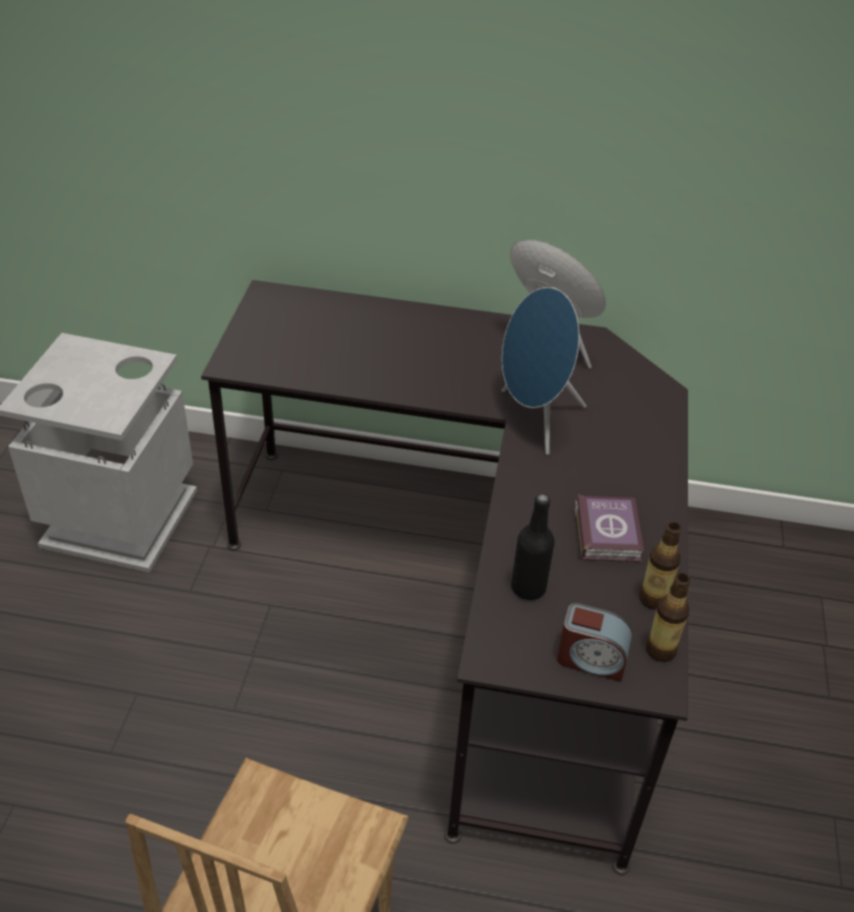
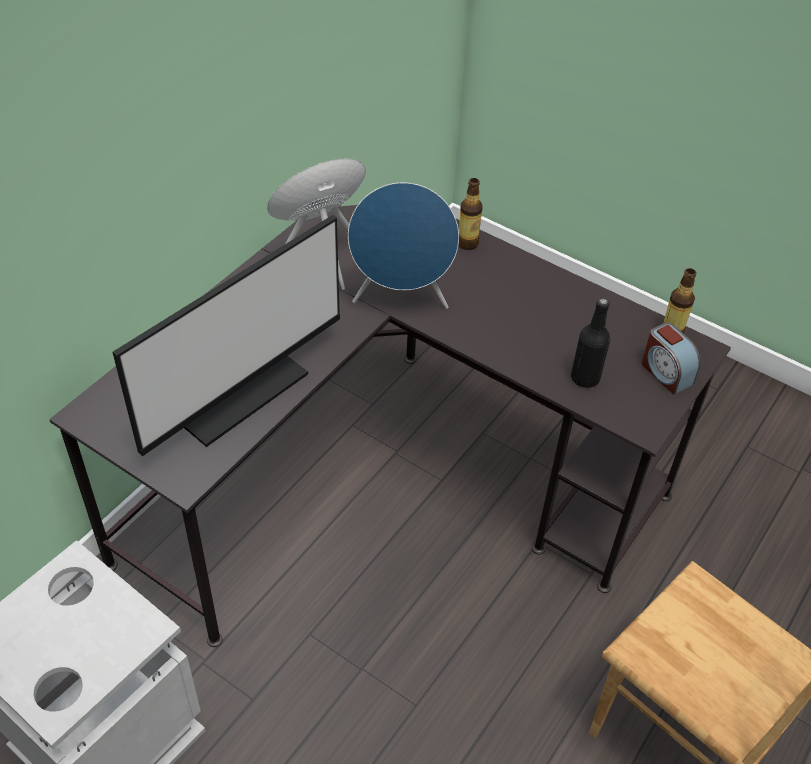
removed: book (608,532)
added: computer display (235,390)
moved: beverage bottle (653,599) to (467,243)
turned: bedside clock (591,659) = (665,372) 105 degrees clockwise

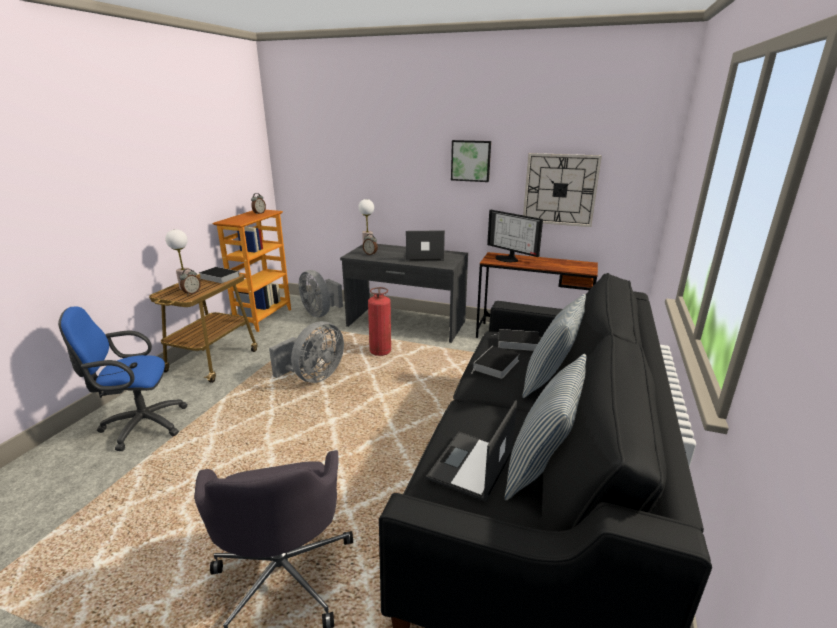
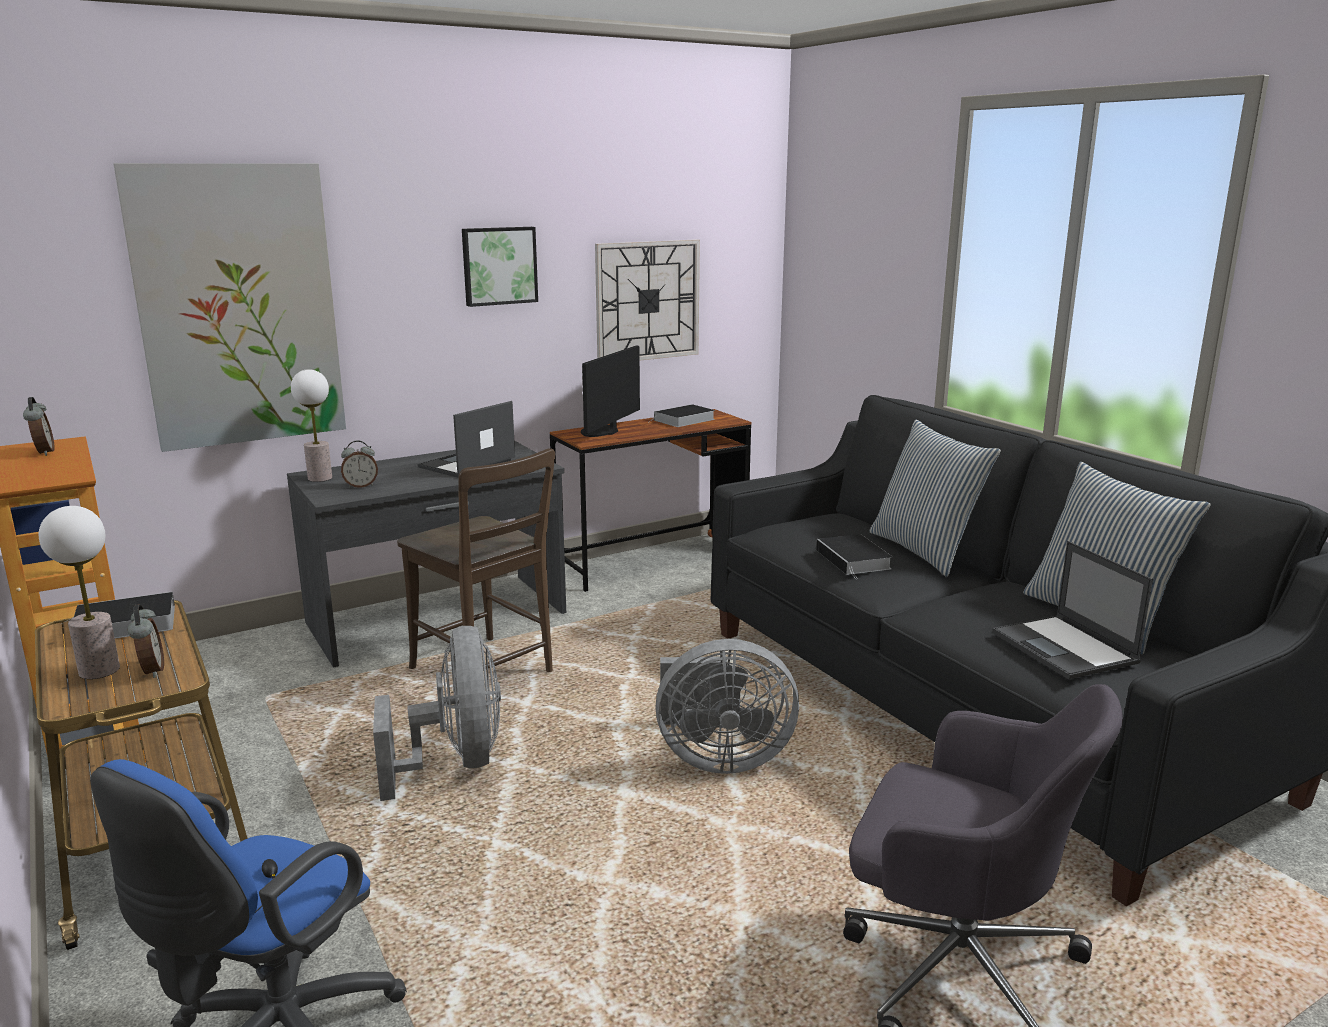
added: picture (238,306)
moved: gray cooling fan (320,313) to (719,758); book (516,343) to (683,420)
replaced: fire extinguisher (380,352) to brown upright chair (486,673)
turned: computer display (508,258) = (602,432) 120 degrees clockwise

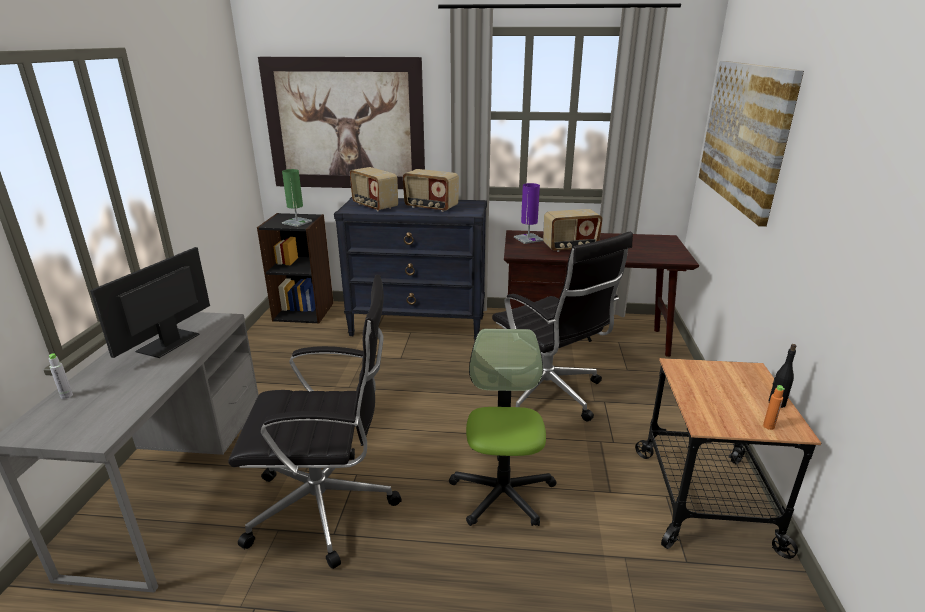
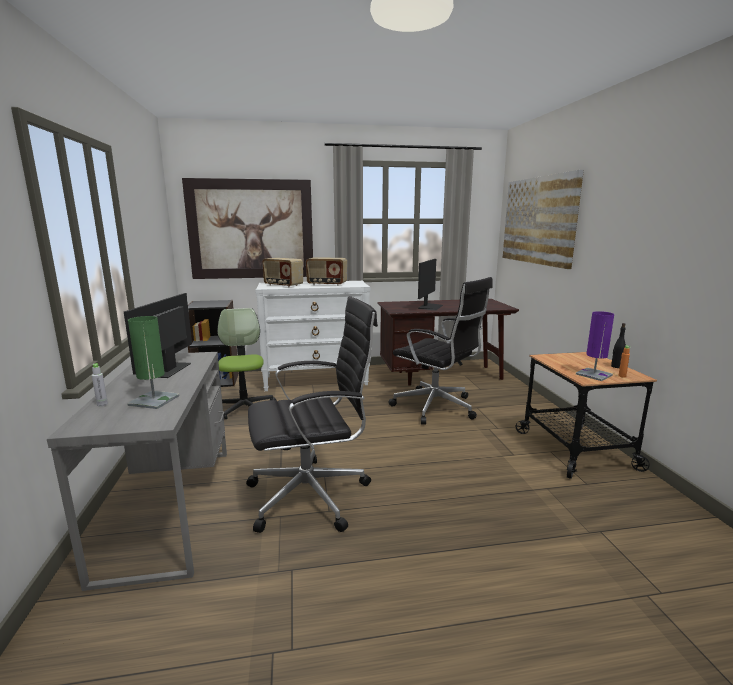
moved: green lamp for a table (297,222) to (154,400); purple-coloured lamp for a table (528,239) to (594,375); office chair (502,493) to (244,408)
replaced: radio receiver (570,247) to computer display (430,307)
recoloured: black-coloured dresser (418,326) to white dresser (316,380)

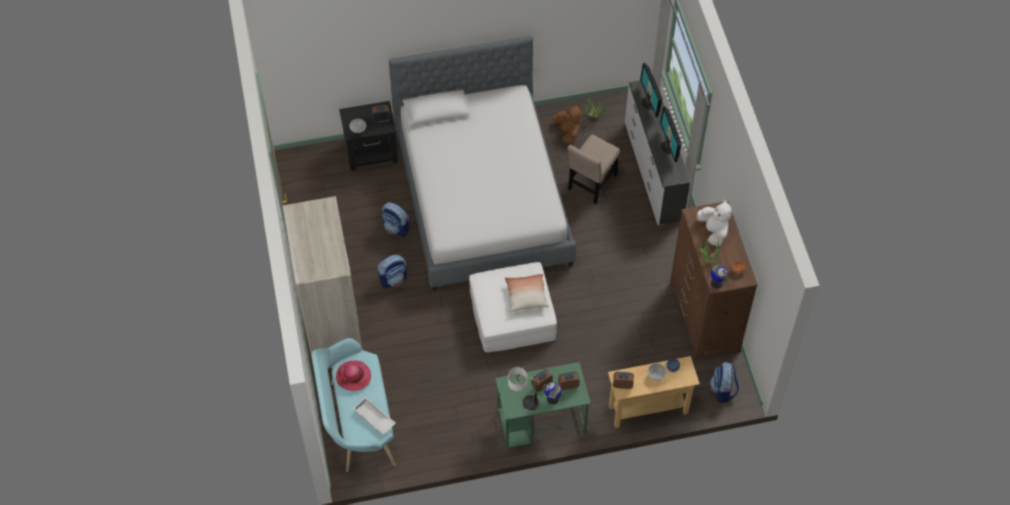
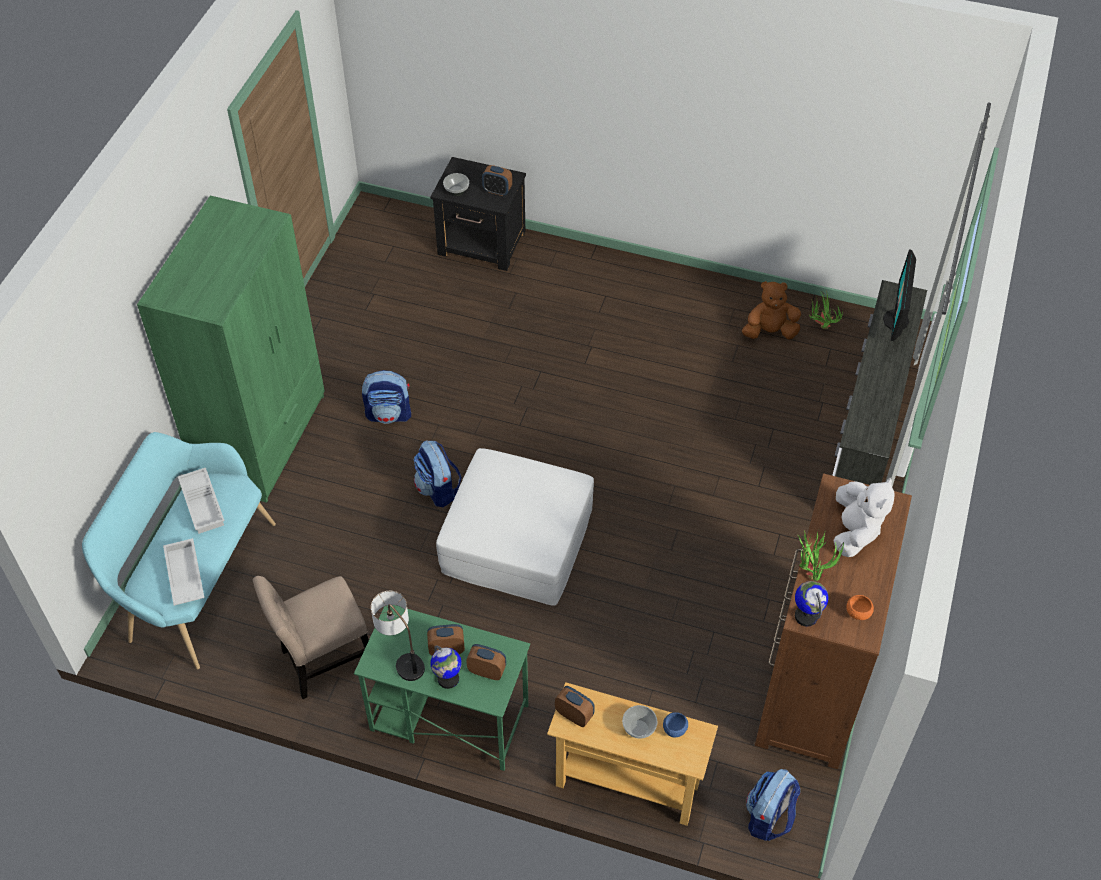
removed: bed (482,197); computer display (669,147); pillow (526,296)
moved: beige upright chair (591,184) to (324,661); backpack (396,228) to (438,489)
replaced: hat (353,376) to white carrying tray (203,504)
recoloured: beige armoire (332,327) to green armoire (262,438)
turned: brown cuddly toy (567,132) = (769,332) 105 degrees counterclockwise

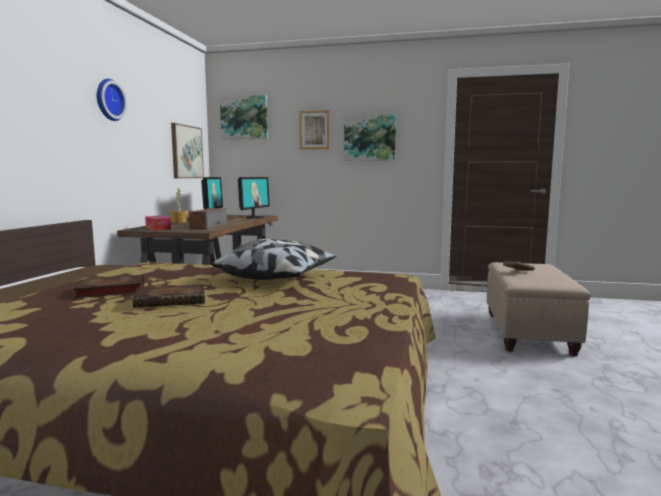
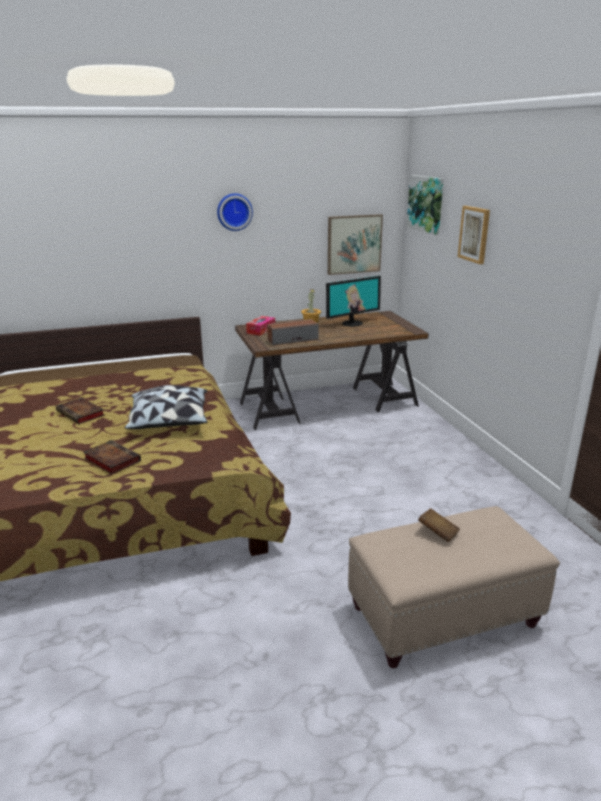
removed: picture (370,138); computer display (254,217)
moved: book (109,291) to (111,460)

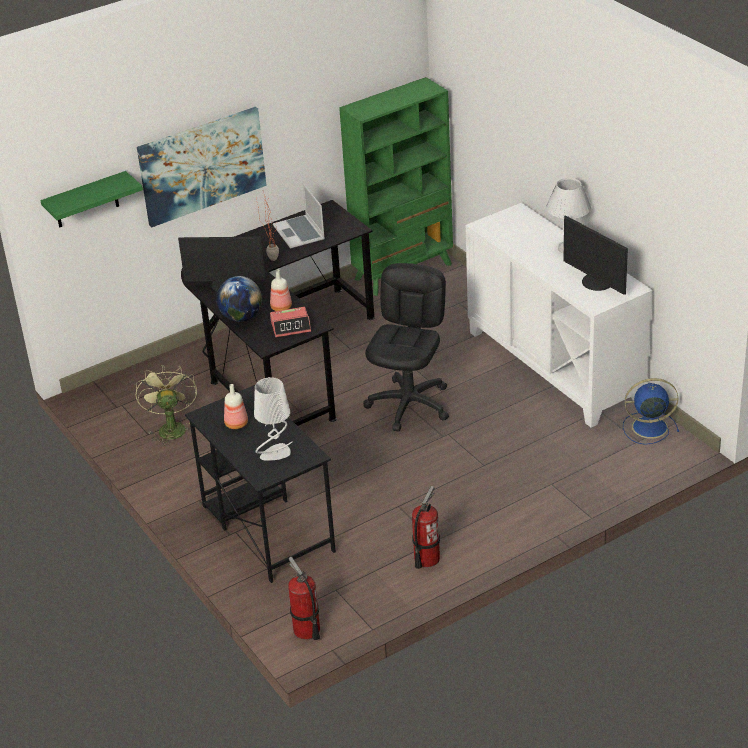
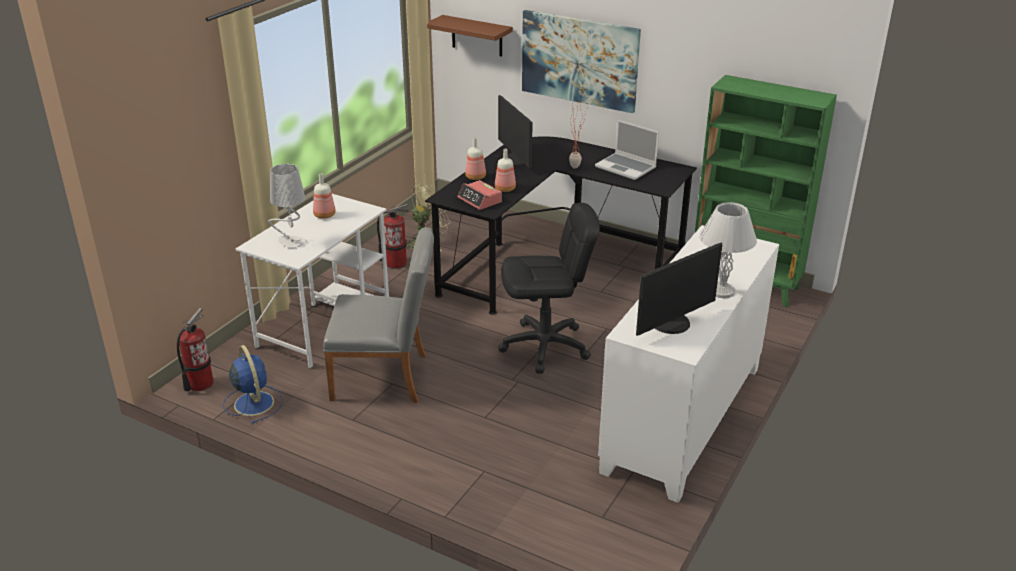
added: gray upright chair (387,377)
moved: blue cooling fan (648,427) to (253,402); fire extinguisher (426,559) to (395,263)
replaced: desk globe (241,317) to beverage bottle (476,177)
recoloured: green wall shelf (86,200) to brown wall shelf (477,36); black-coloured desk unit (267,528) to white desk unit (325,324)
turned: laptop (300,233) = (626,167) 90 degrees counterclockwise; computer display (596,283) = (672,324) 150 degrees counterclockwise

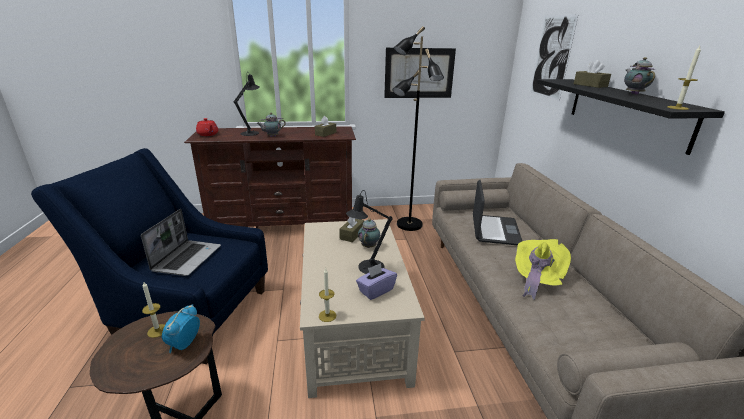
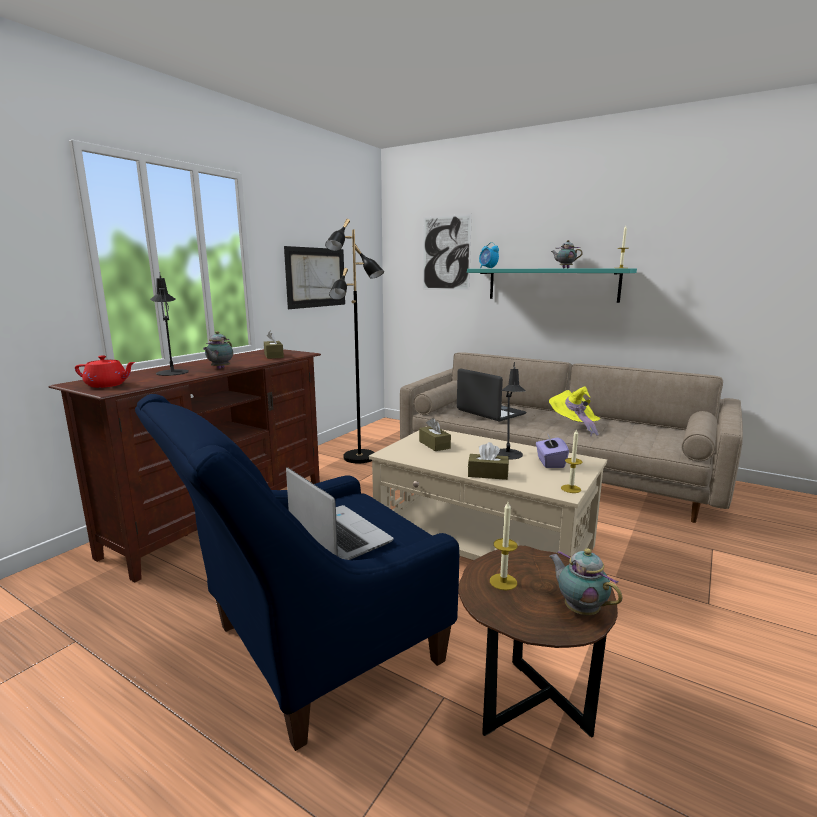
moved: brown box of tissues (590,85) to (488,474); tea pot (369,246) to (579,609); bedside clock (184,344) to (488,268)
recoloured: black-coloured wall shelf (625,111) to blue-green wall shelf (551,284)

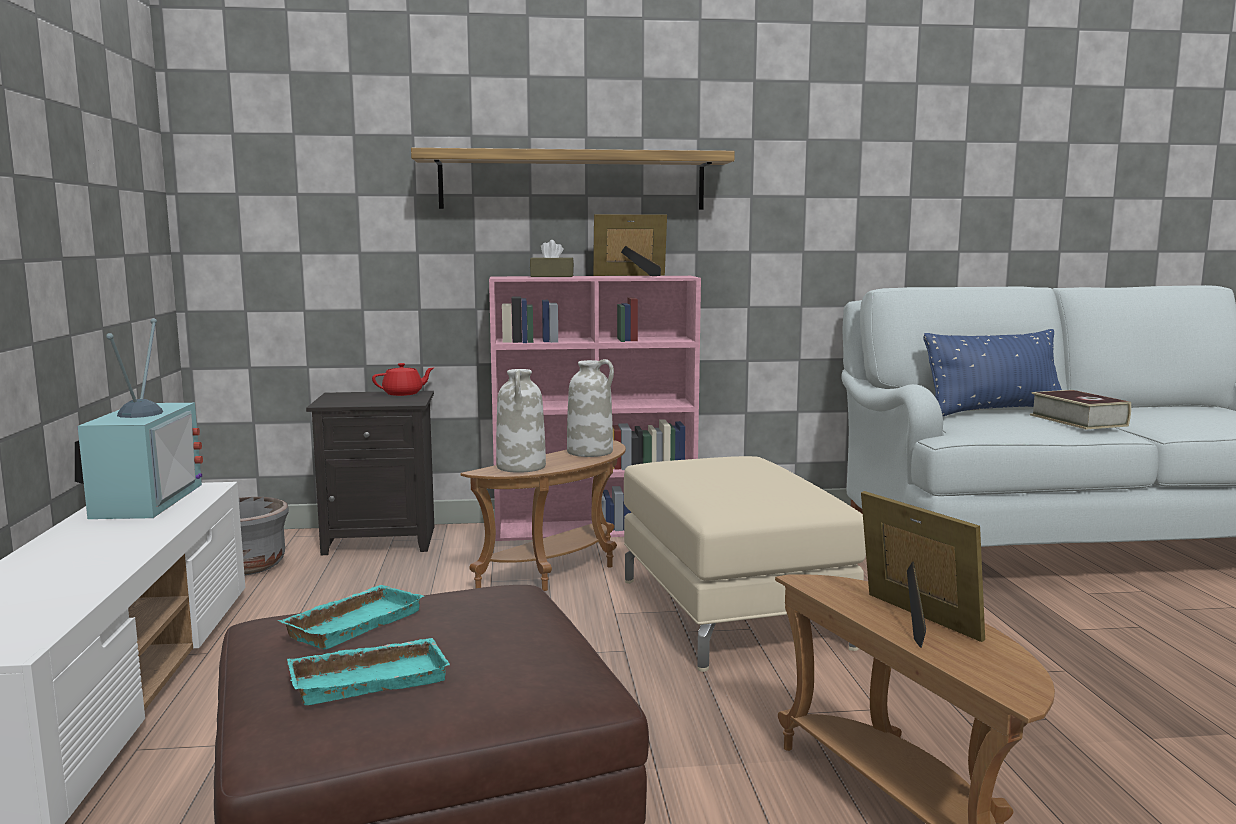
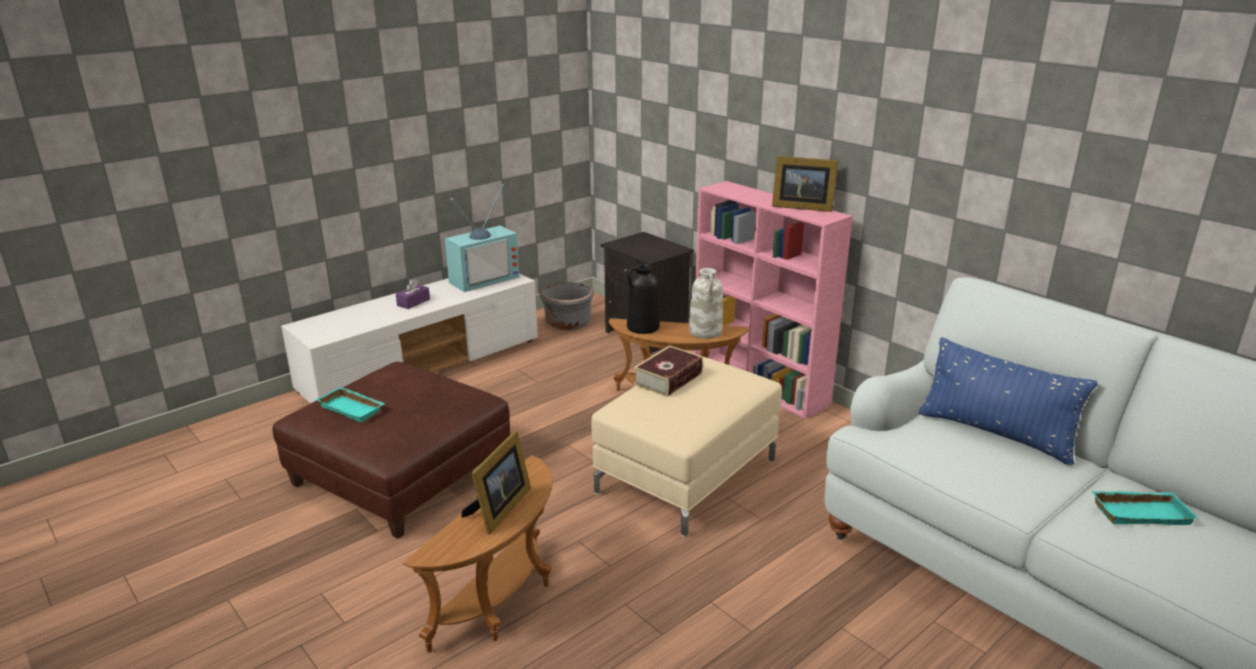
removed: wall shelf (572,181); brown box of tissues (552,276); reddish tea pot (403,394)
added: purple-coloured box of tissues (413,302)
moved: book (1078,420) to (668,379); blue-green carrying tray (353,623) to (1140,512)
recoloured: white decorative vase (521,467) to black-coloured decorative vase (643,327)
turned: picture frame (632,276) = (800,206) 150 degrees clockwise

